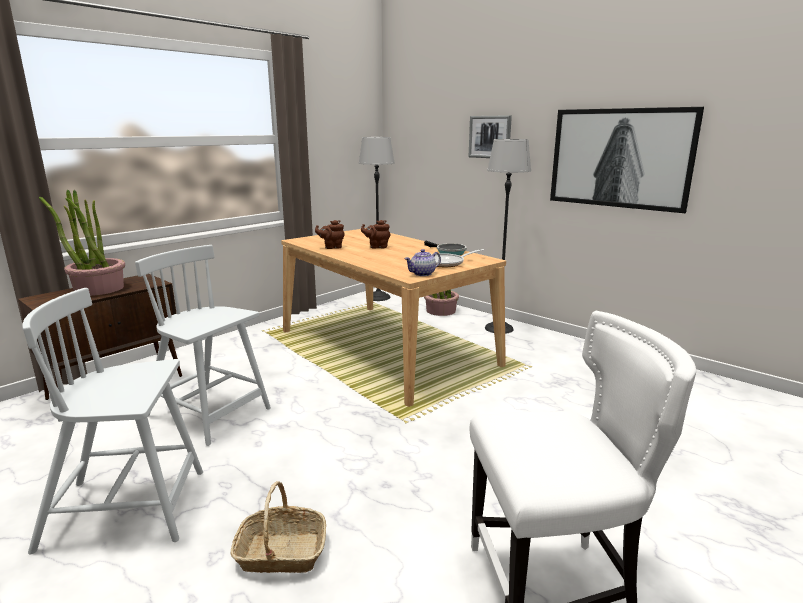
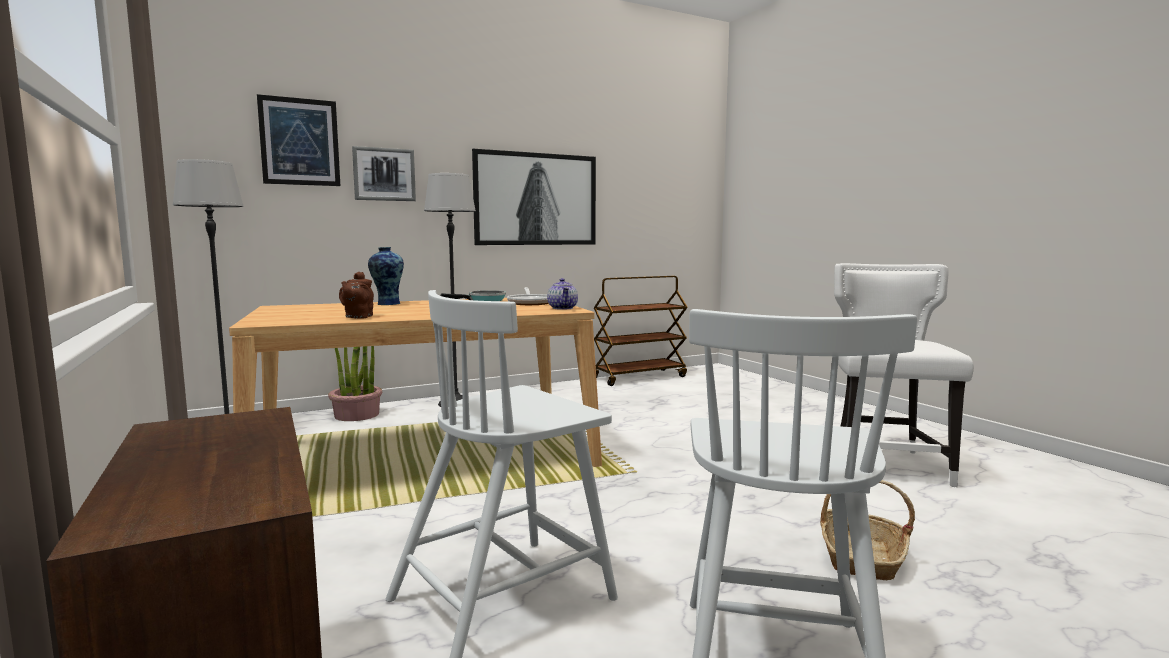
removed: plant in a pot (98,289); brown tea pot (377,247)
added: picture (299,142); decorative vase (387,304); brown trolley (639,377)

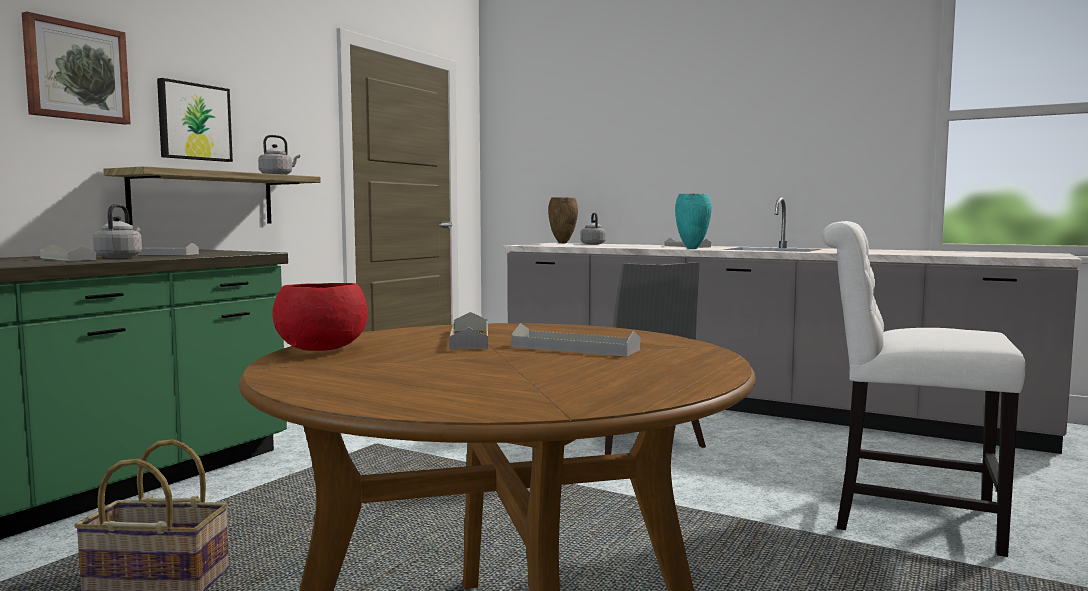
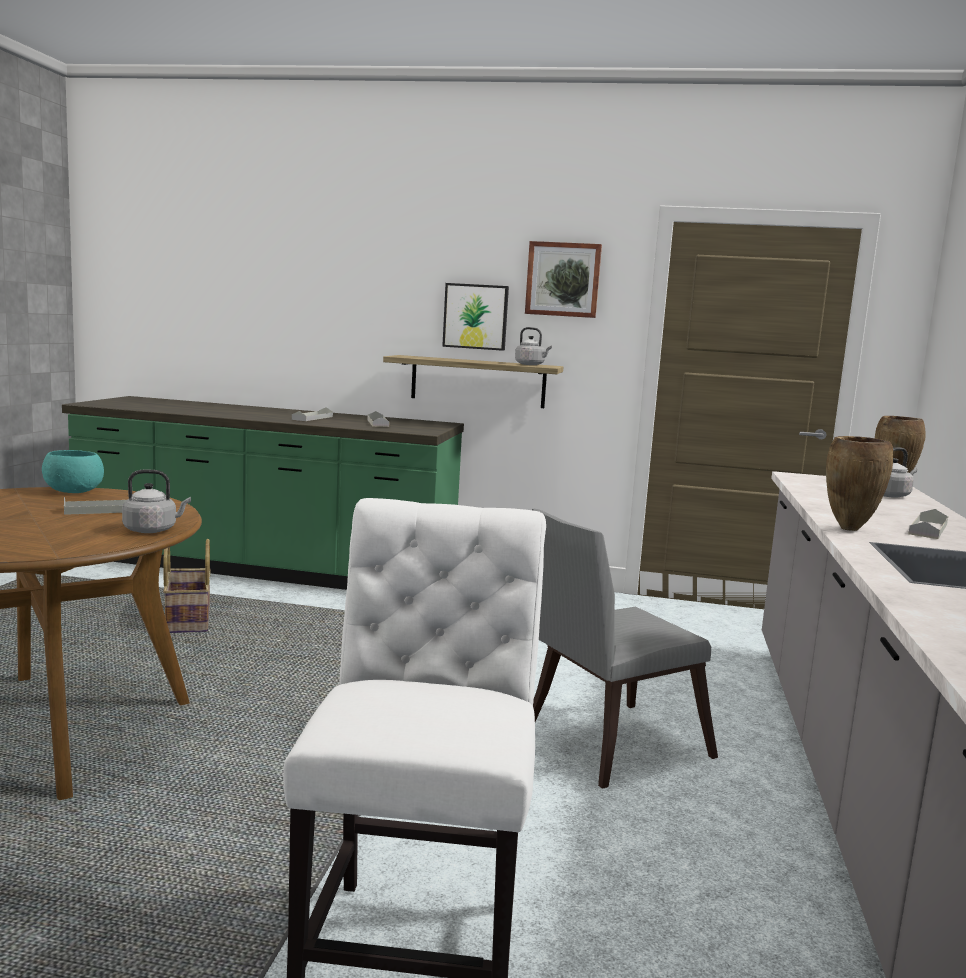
removed: gray carrying tray (574,348)
moved: picture (76,72) to (563,279); gray tea kettle (120,257) to (153,530)
recoloured: blue-green decorative vase (692,249) to brown decorative vase (848,529); reddish bowl (323,349) to blue-green bowl (75,492)

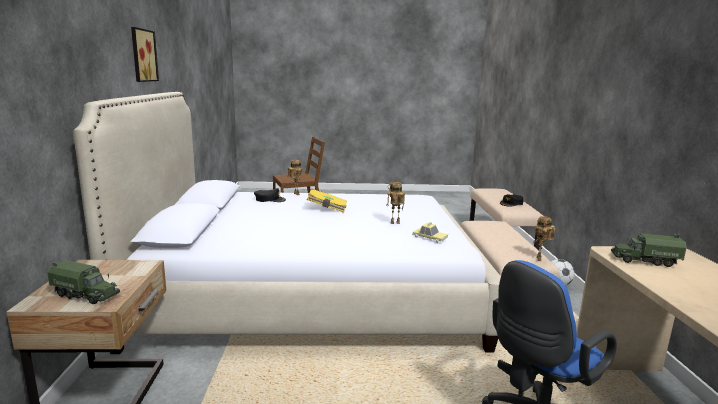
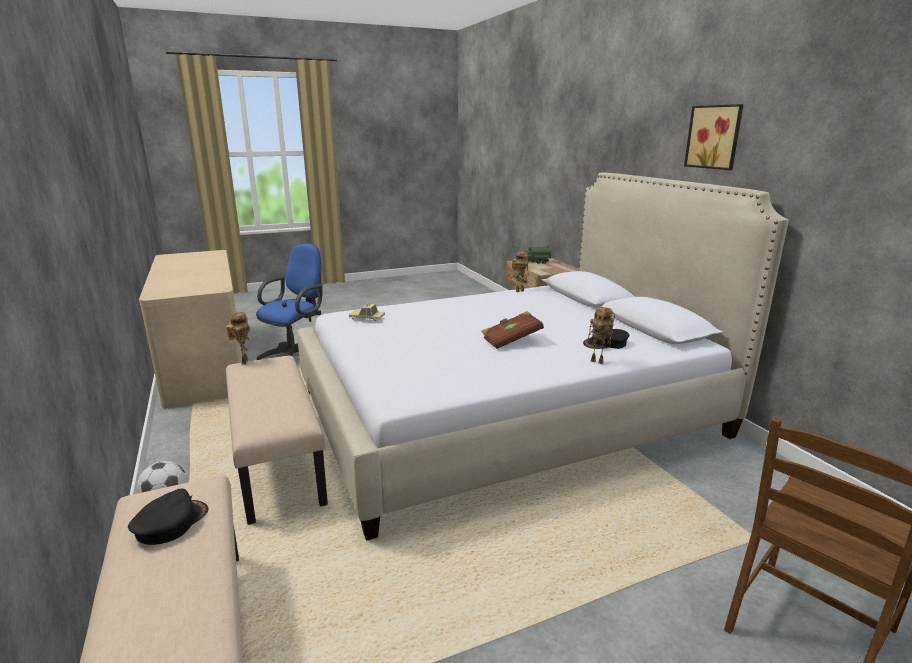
removed: toy truck (644,261)
moved: toy robot (394,223) to (519,290)
recoloured: yellowish book (327,208) to brown book (511,340)

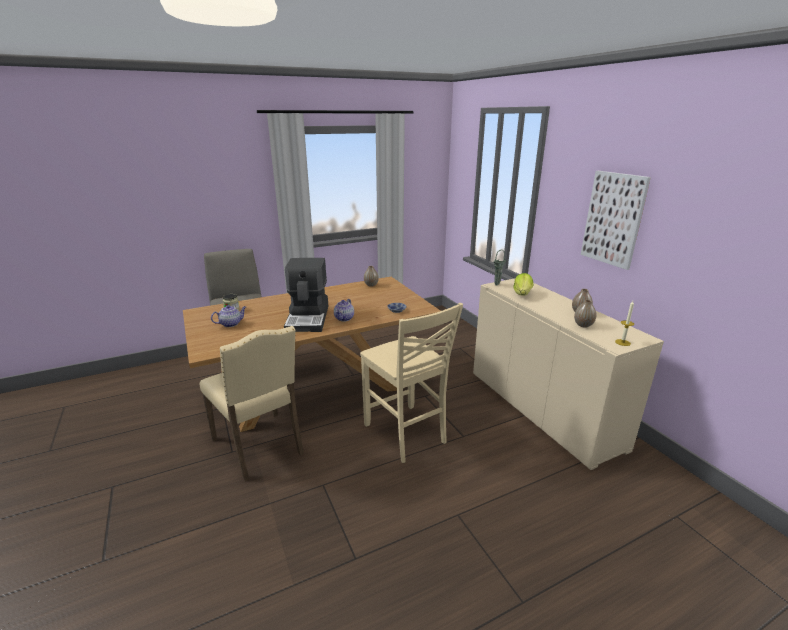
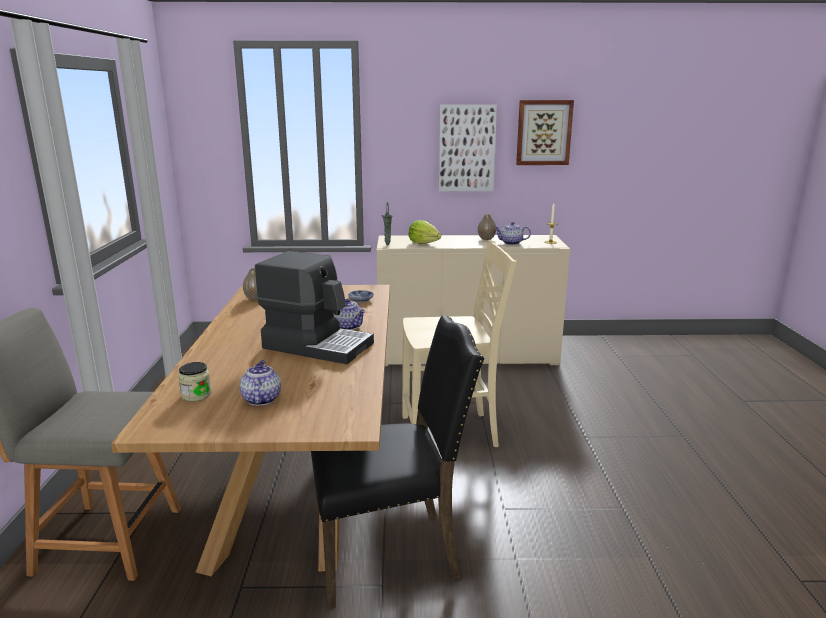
added: picture (543,132)
replaced: decorative vase (583,325) to tea pot (511,243)
recoloured: beige upright chair (260,446) to black-coloured upright chair (390,553)

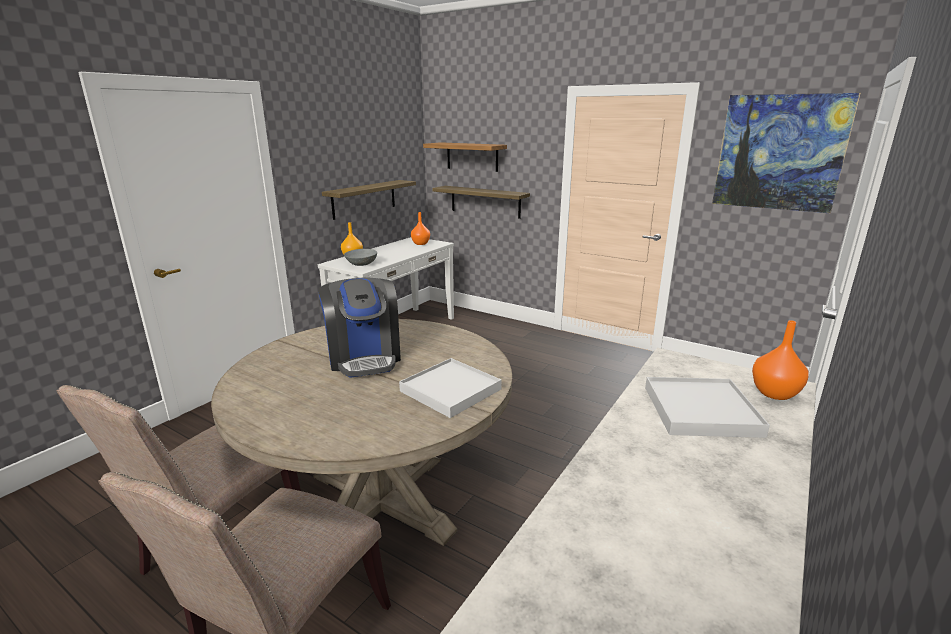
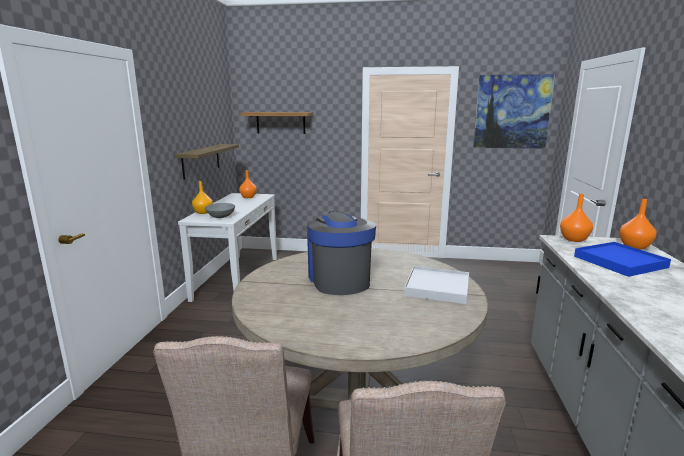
removed: wall shelf (485,201)
added: orange decorative vase (573,239)
recoloured: white carrying tray (700,411) to blue carrying tray (619,262)
turned: coffee maker (364,357) = (339,279) 150 degrees counterclockwise

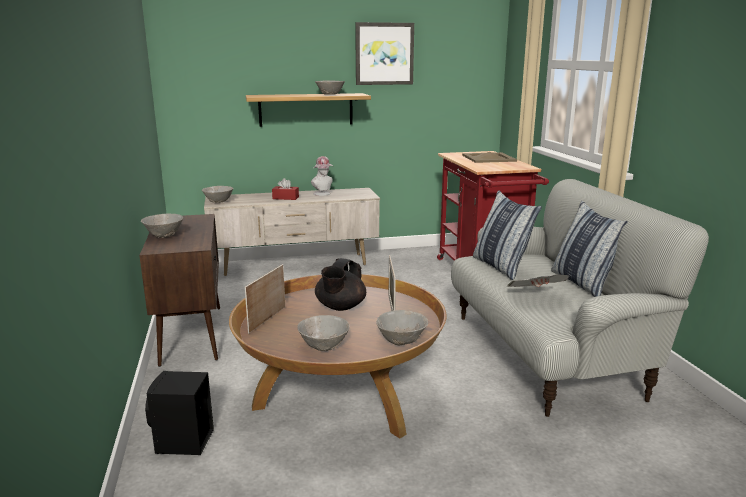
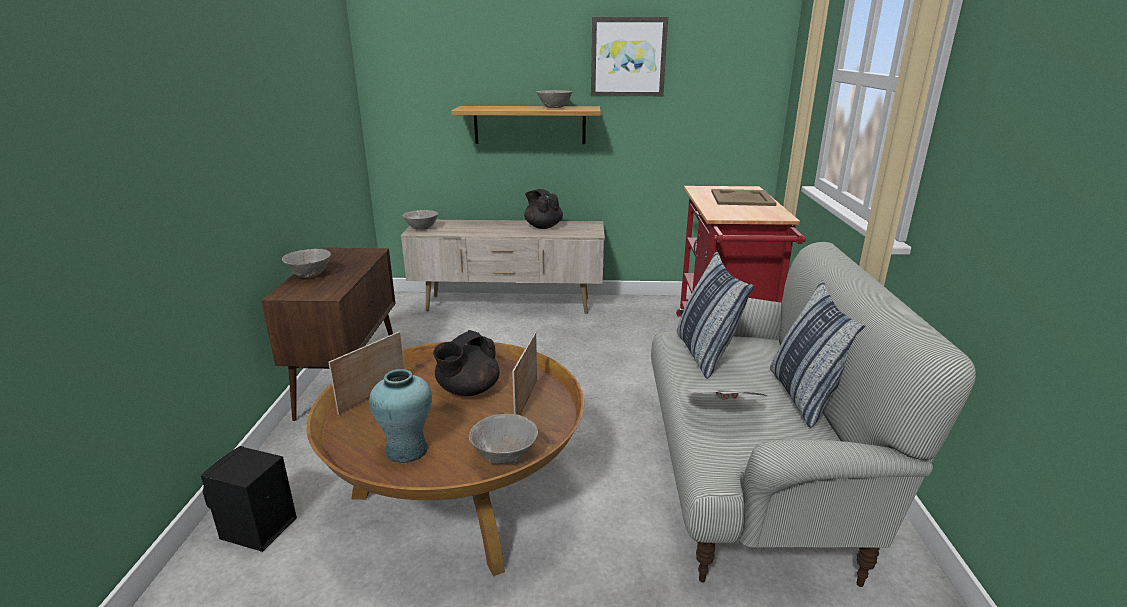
removed: reddish box of tissues (285,198)
replaced: hat (323,194) to black-coloured tea pot (543,226); gray bowl (324,346) to blue-green decorative vase (406,450)

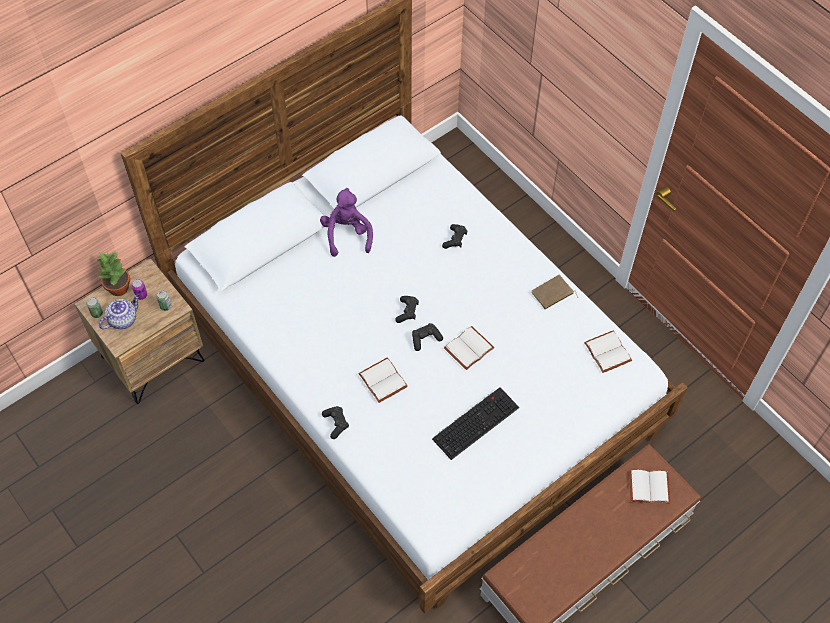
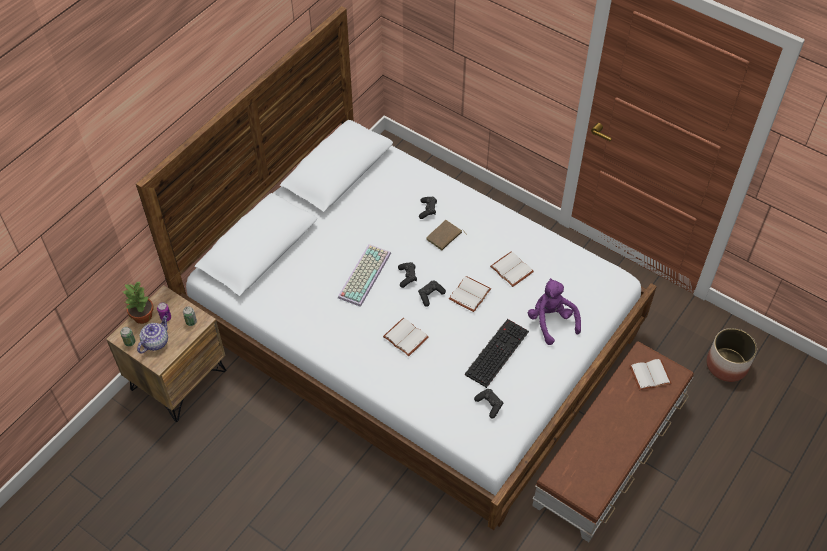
added: keyboard (363,274); plant pot (727,365)
moved: purple-coloured cuddly toy (347,234) to (551,321); brown book (552,294) to (444,237); white book (606,352) to (510,270); black-coloured joypad (336,423) to (489,405)

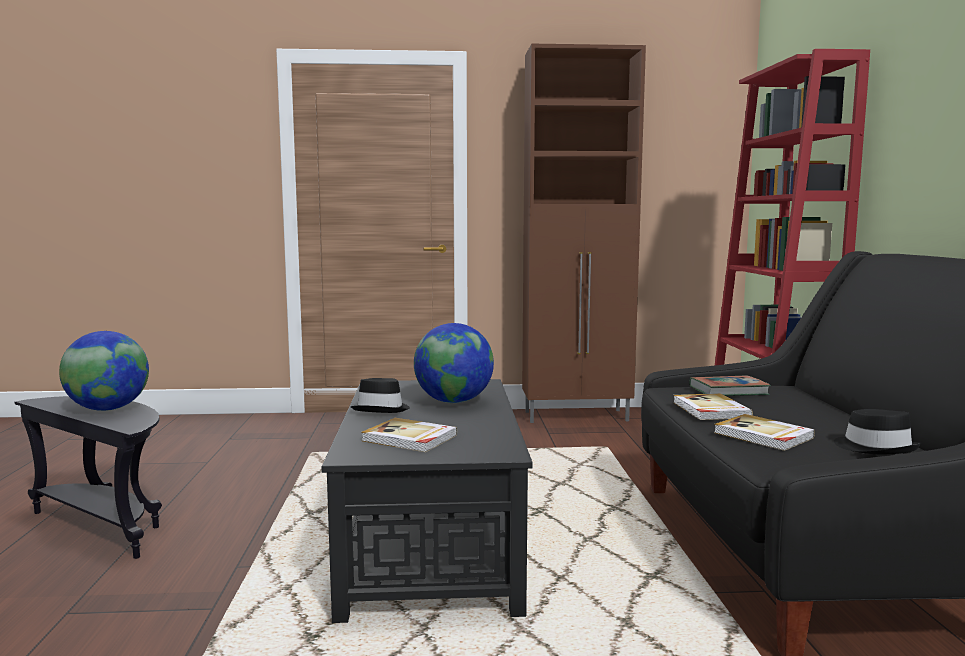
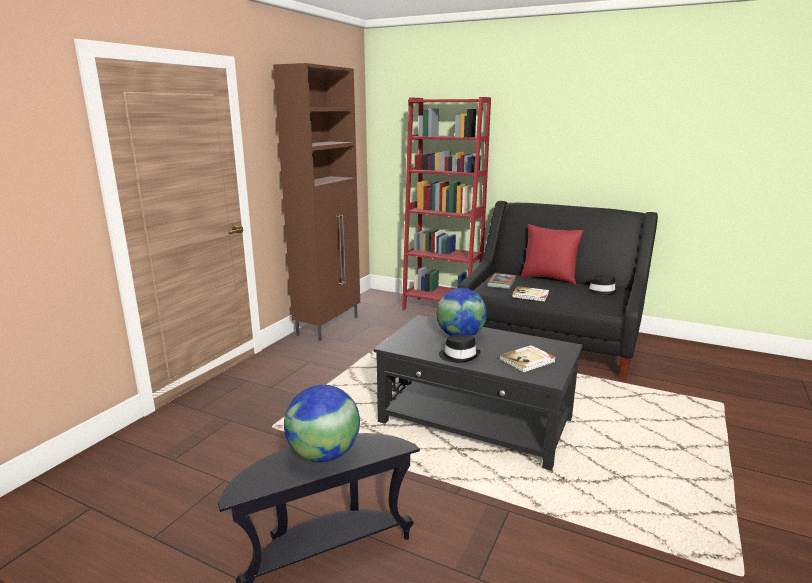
removed: book (763,436)
added: reddish pillow (548,278)

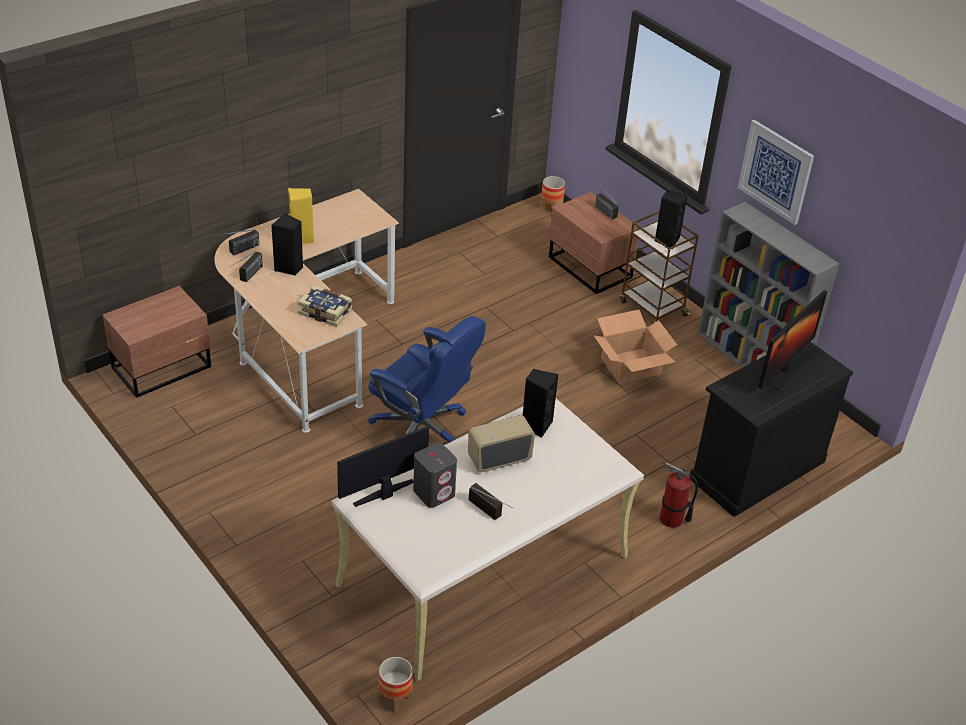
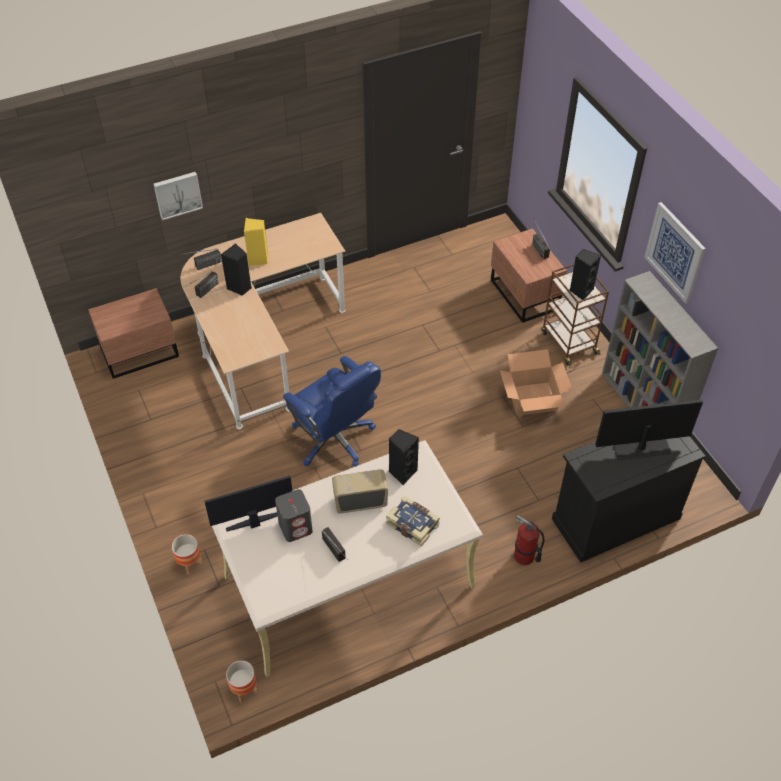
added: picture (177,194)
moved: plant pot (551,208) to (189,563); book (325,312) to (413,524)
turned: computer display (784,370) = (641,446) 150 degrees counterclockwise

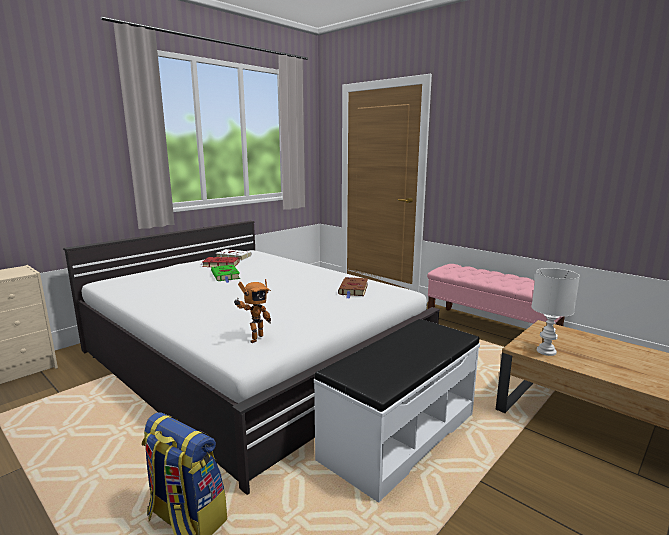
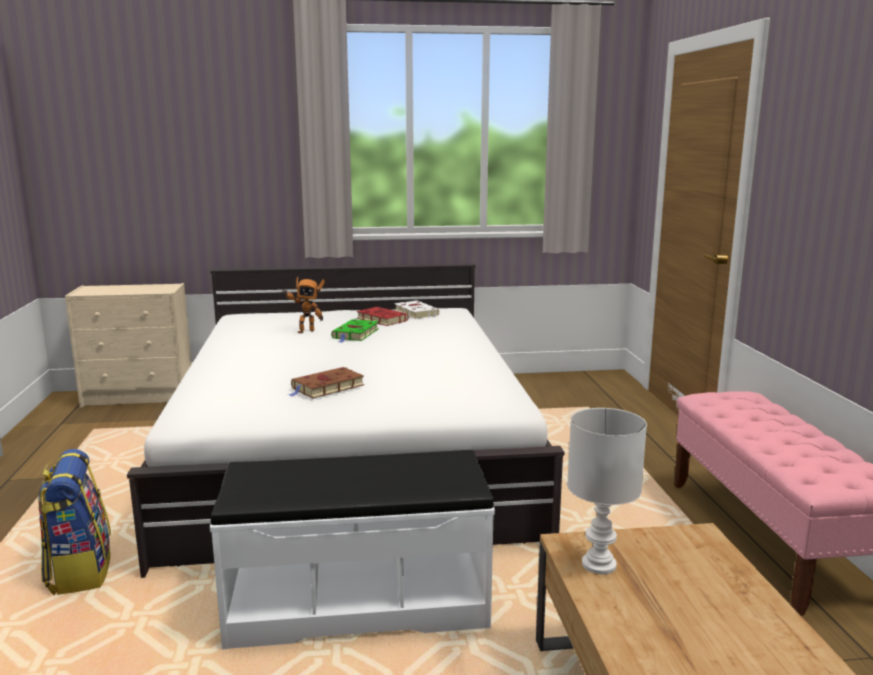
moved: brown book (353,290) to (326,387); toy robot (254,338) to (305,331)

